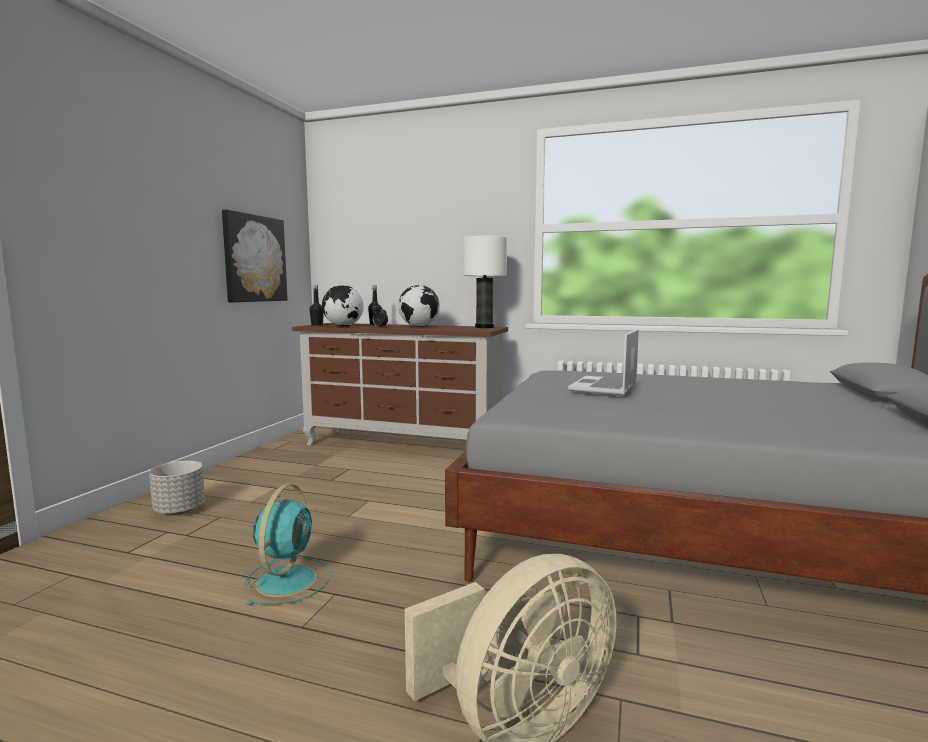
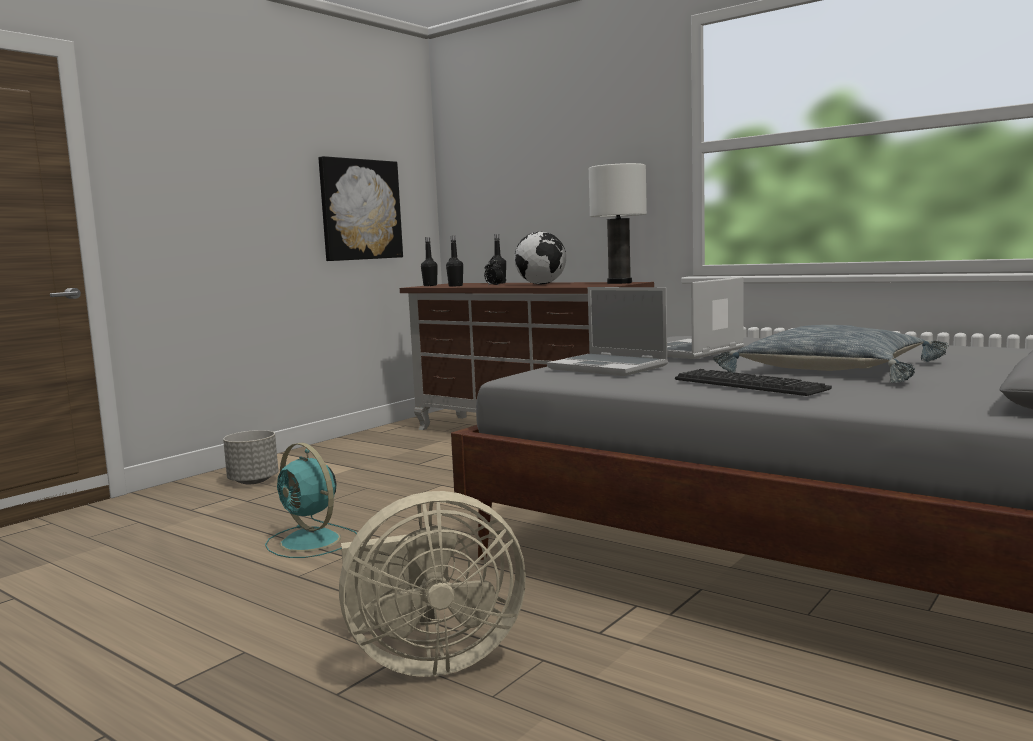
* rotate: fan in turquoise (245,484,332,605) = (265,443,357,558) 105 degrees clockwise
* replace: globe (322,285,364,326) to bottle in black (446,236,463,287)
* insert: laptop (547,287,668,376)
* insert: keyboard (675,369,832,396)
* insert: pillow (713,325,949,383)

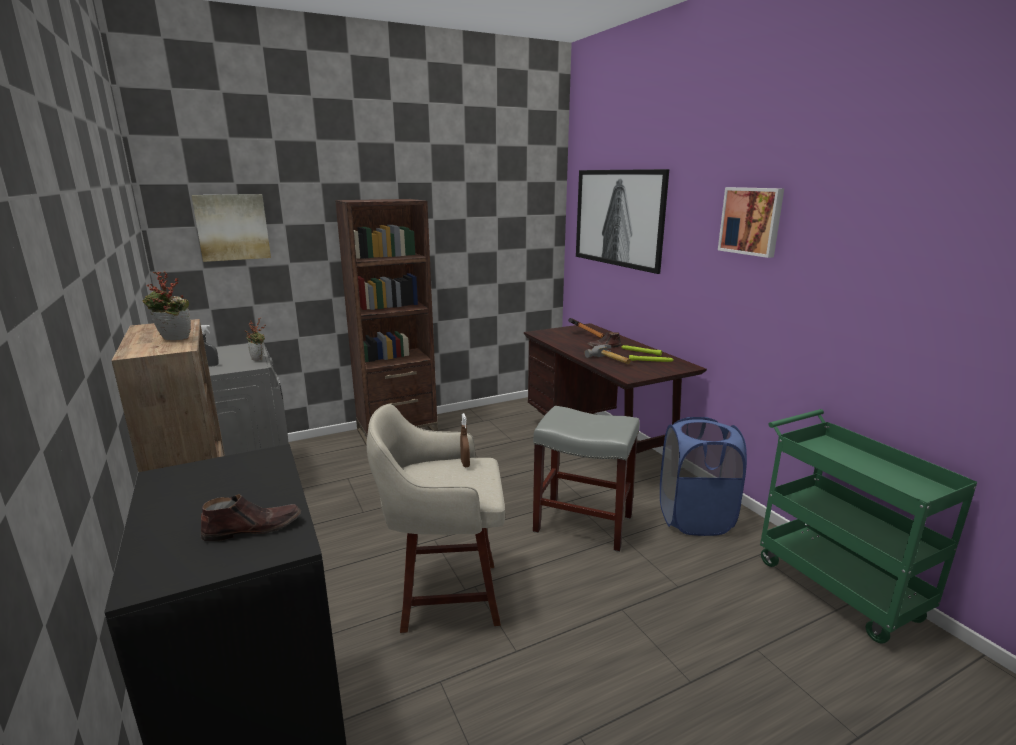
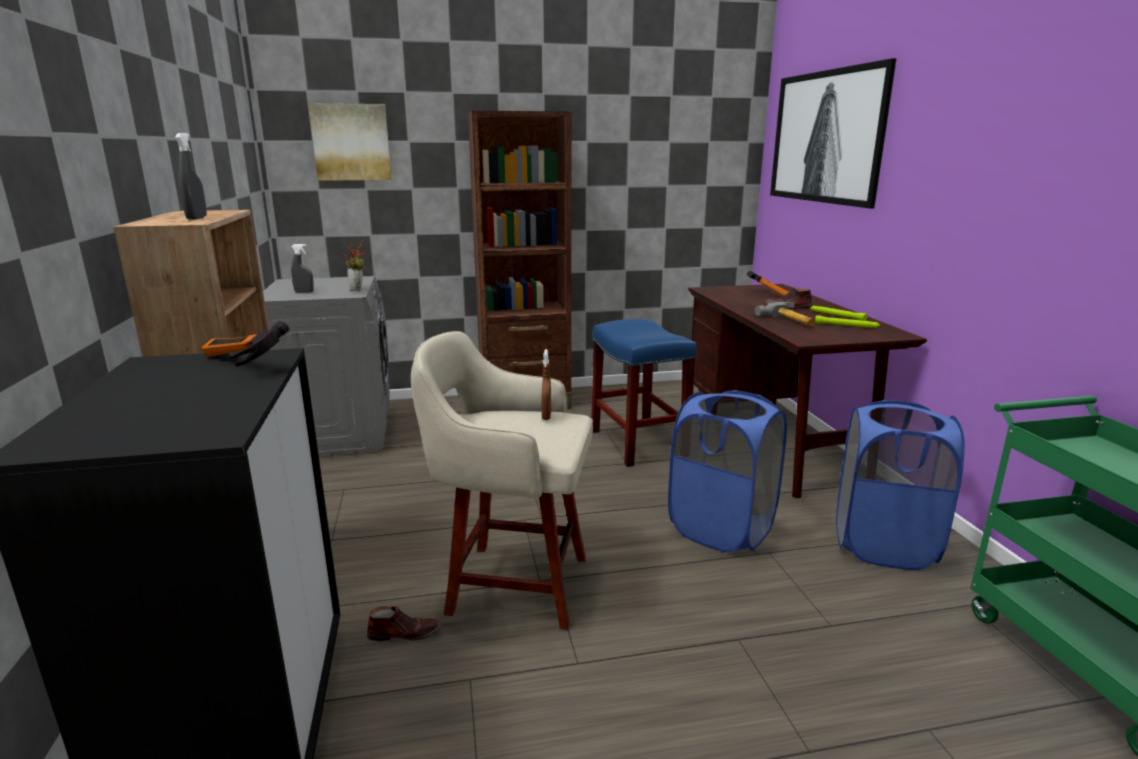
* replace: potted plant (143,271,191,340) to spray bottle in grey (175,133,207,220)
* insert: hammer (201,321,289,367)
* move: shoe in brown (201,494,301,541) to (367,606,442,641)
* insert: stool in blue (591,319,697,467)
* replace: stool in grey (533,406,640,552) to laundry basket in blue (668,390,787,553)
* delete: picture (718,187,784,258)

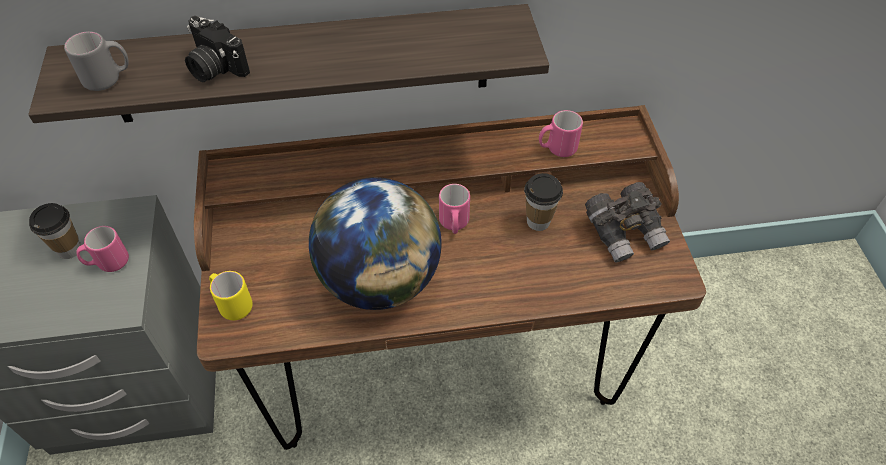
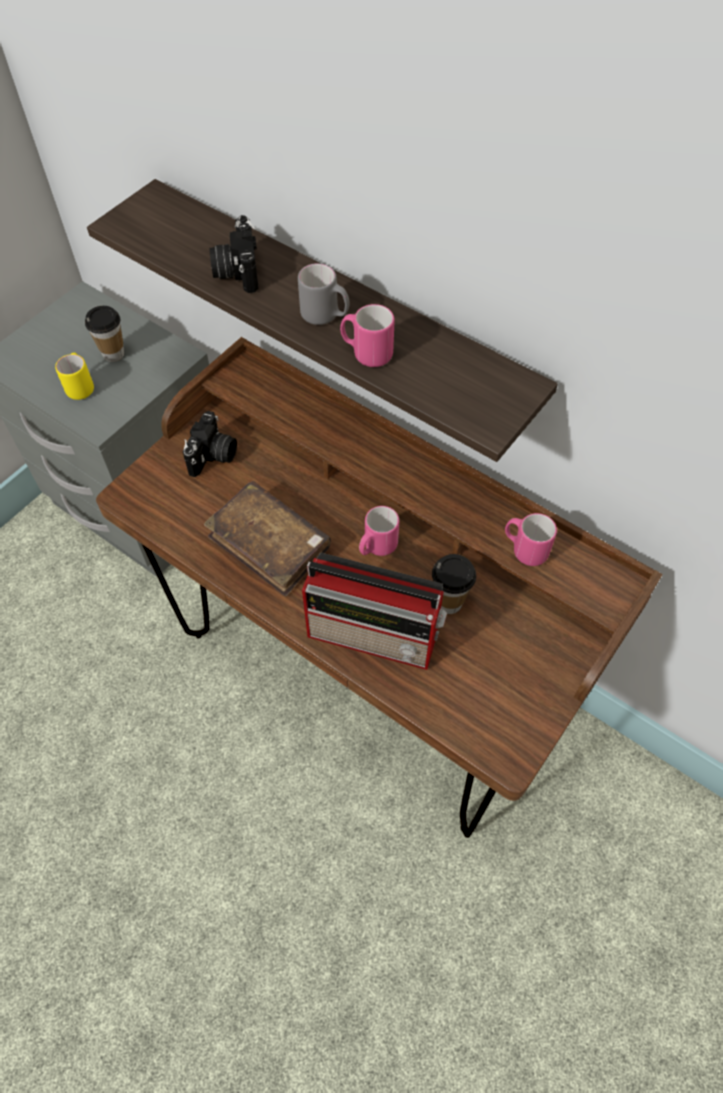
* move: mug in yellow (209,271,253,320) to (55,353,94,400)
* insert: photo camera (183,411,237,477)
* replace: globe (309,177,442,310) to book in brown (204,481,331,597)
* move: mug in grey (64,31,129,91) to (298,263,350,325)
* insert: radio (302,552,447,670)
* move: mug in pink (76,226,129,272) to (340,304,395,367)
* delete: binoculars in grey (585,182,670,263)

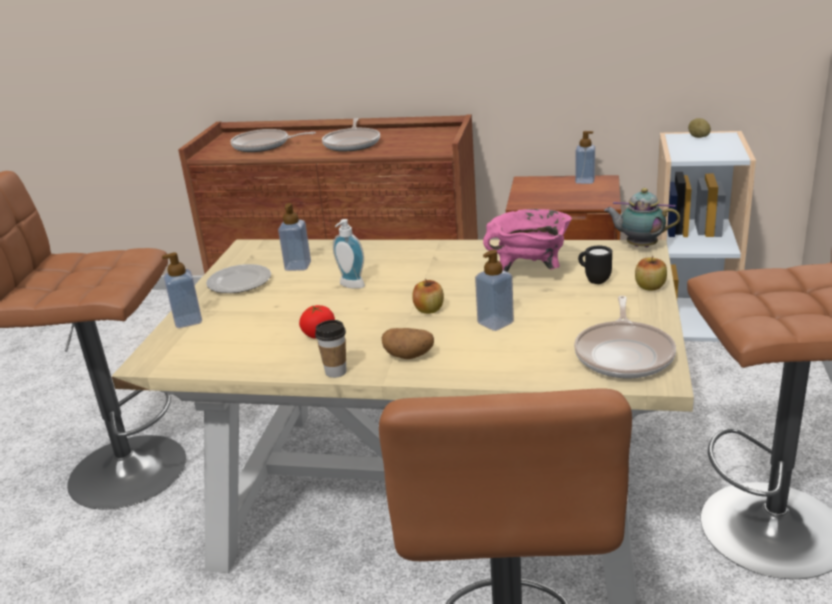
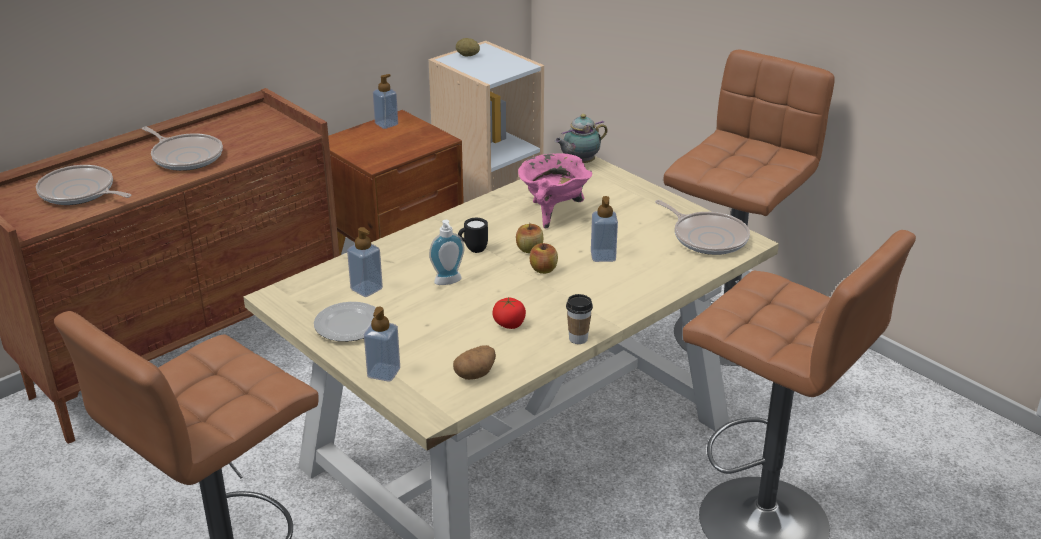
* rotate: frying pan (231,129,316,152) = (36,165,132,205) 75 degrees clockwise
* move: potato (382,328,434,359) to (453,345,496,380)
* move: mug in black (578,246,612,284) to (458,218,488,253)
* move: apple (635,256,667,291) to (516,223,543,253)

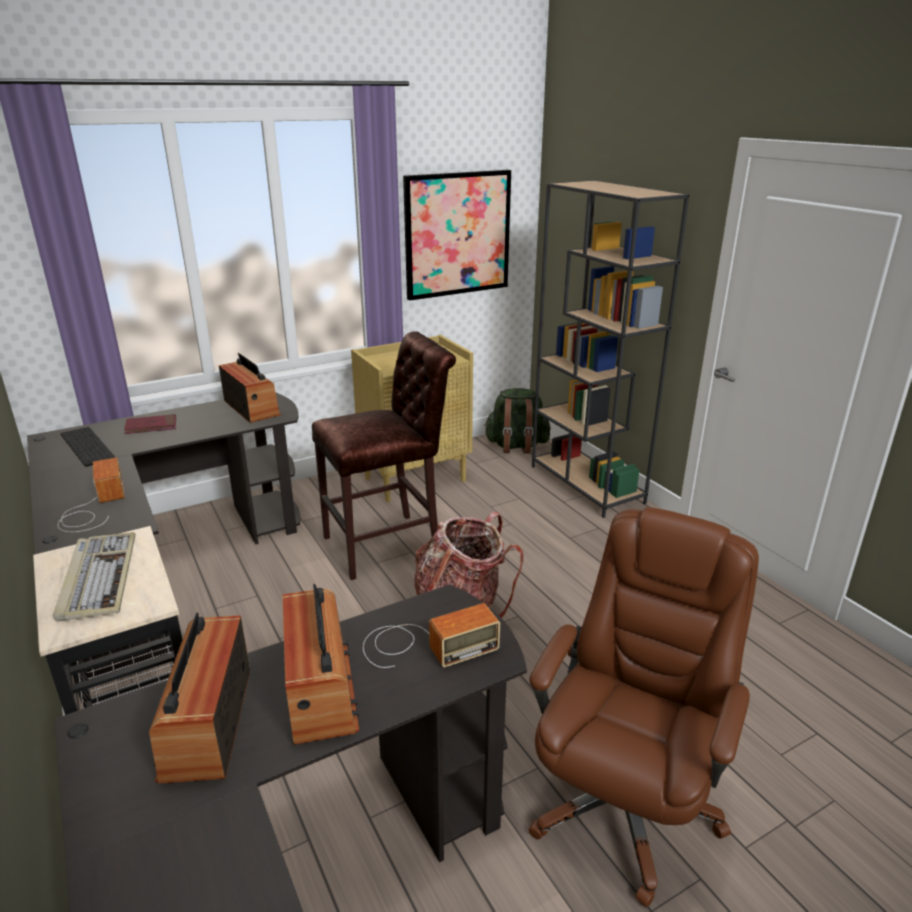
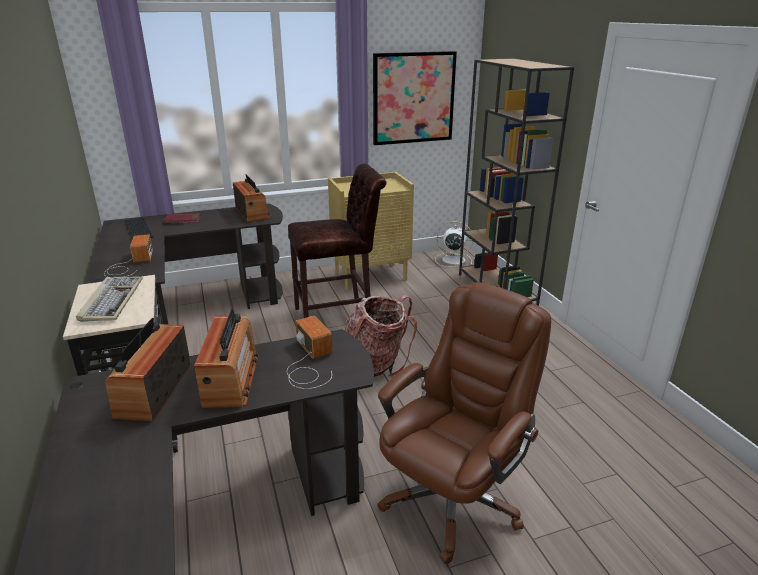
* rotate: radio (363,603,500,668) = (287,315,333,389) 105 degrees counterclockwise
* replace: backpack in green (484,388,551,453) to fan in white (435,221,473,267)

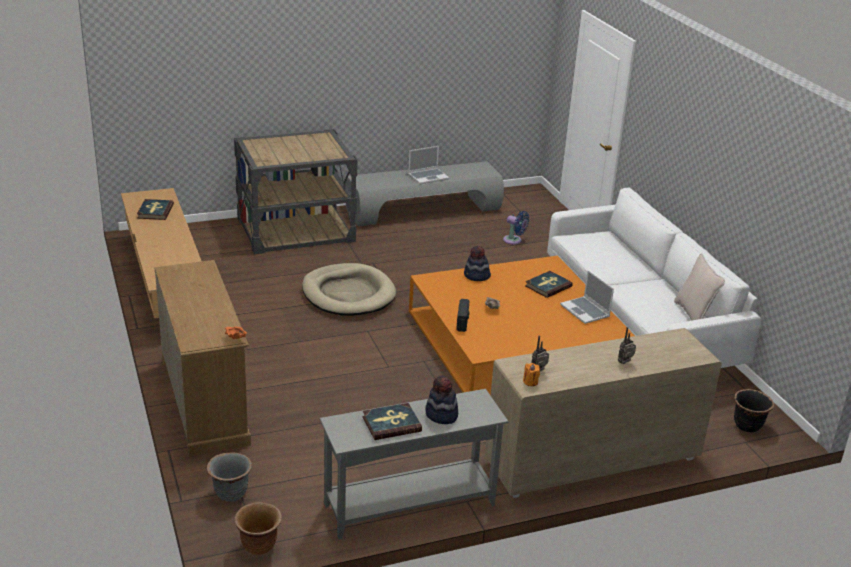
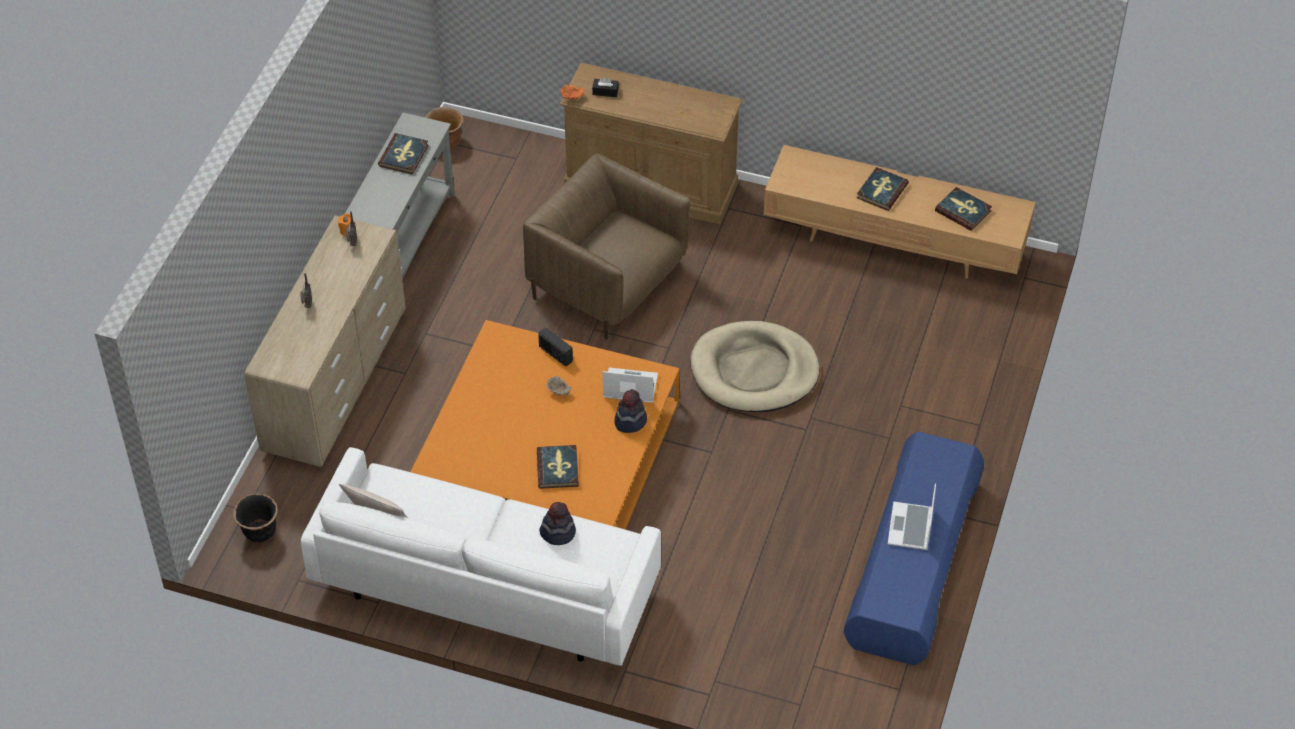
* insert: armchair in brown (523,153,691,340)
* move: hat (425,375,458,424) to (539,502,576,545)
* insert: tissue box in black (592,77,619,97)
* move: laptop (560,270,614,324) to (603,367,658,403)
* recolor: bench in grey (345,161,504,226) to bench in blue (844,432,984,665)
* insert: book (857,167,909,211)
* delete: planter in grey (207,453,252,502)
* delete: bookcase (234,129,358,254)
* delete: fan in blue (503,211,529,245)

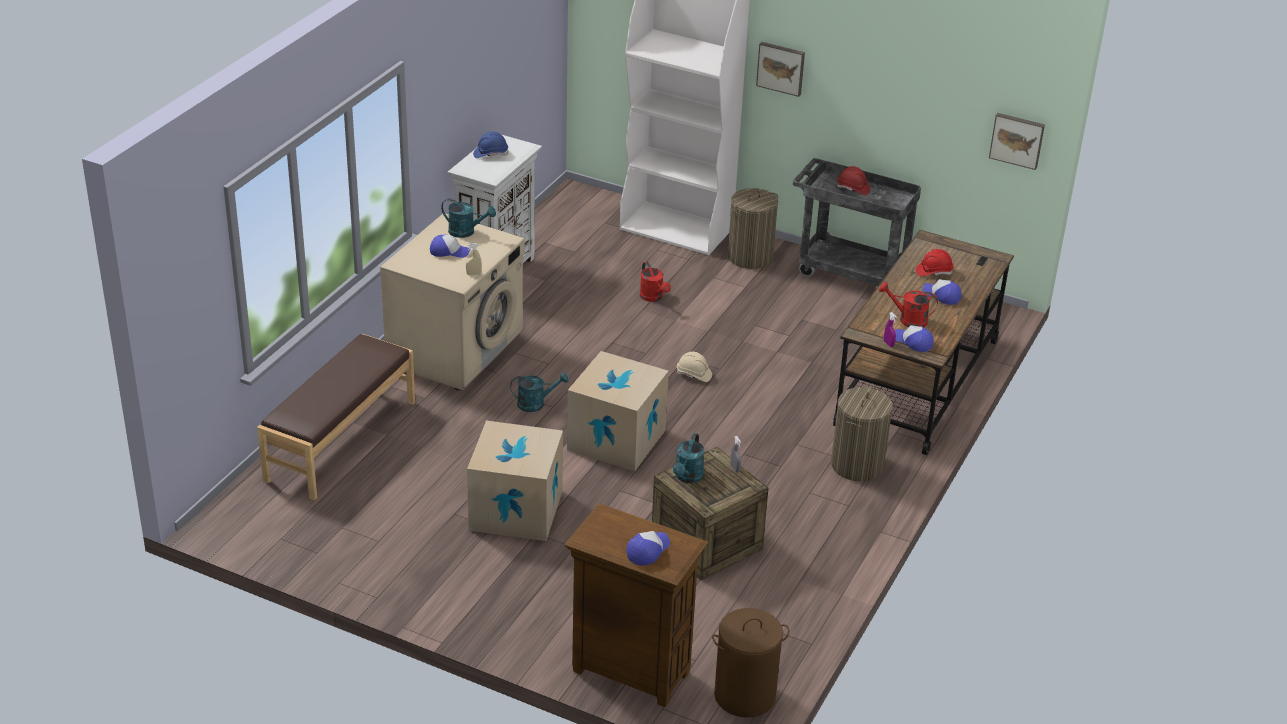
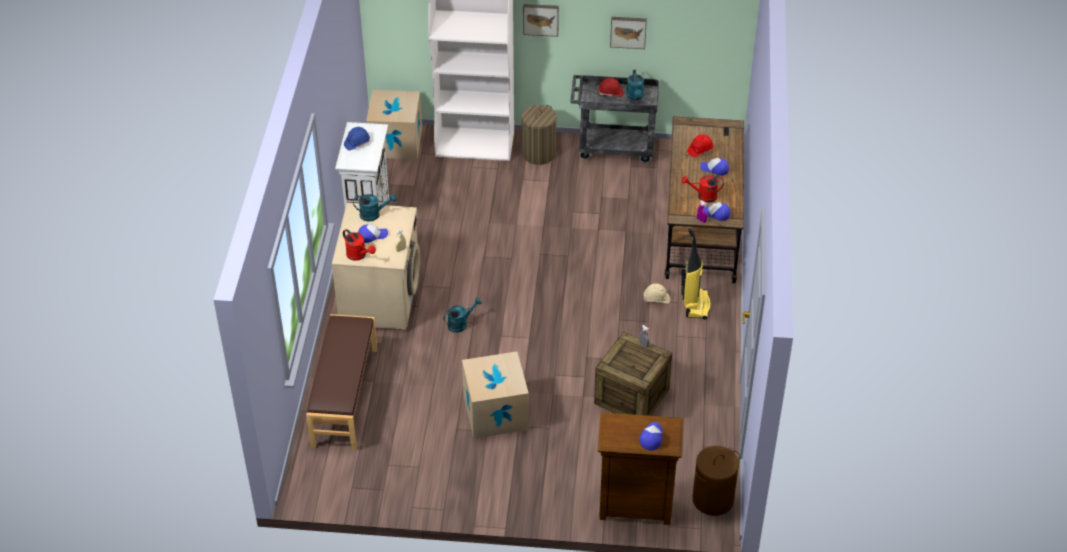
* move: watering can in red (640,262,671,302) to (343,229,376,261)
* move: cardboard box (567,351,669,471) to (366,90,422,159)
* move: picture (989,113,1045,170) to (610,17,647,49)
* move: watering can in turquoise (673,433,705,483) to (627,70,644,100)
* move: hard hat in beige (677,352,712,382) to (643,283,670,303)
* replace: laundry basket (831,387,893,481) to vacuum cleaner (681,228,711,320)

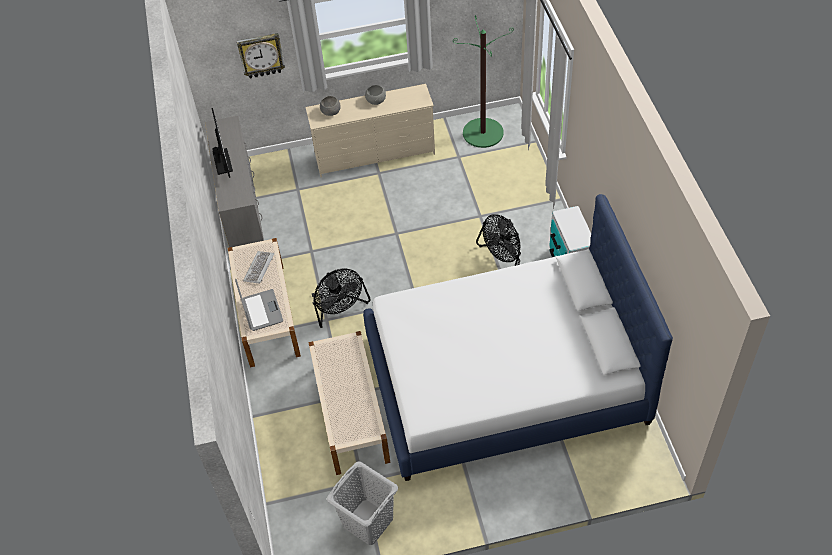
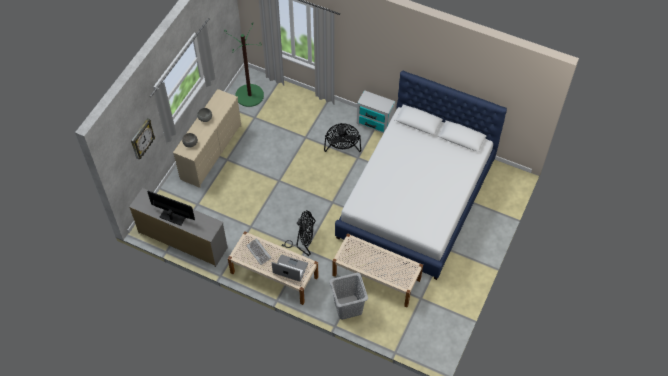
* move: laundry basket in grey (327,462,398,545) to (329,273,368,320)

